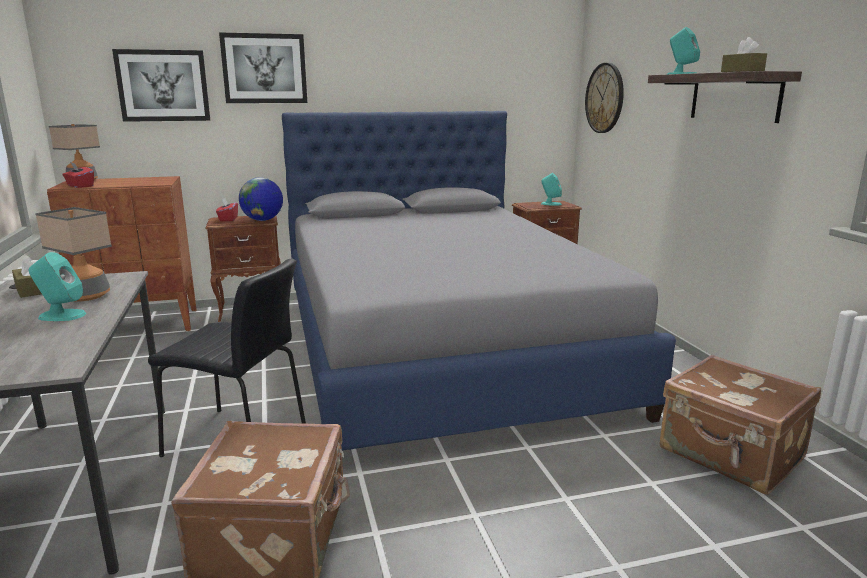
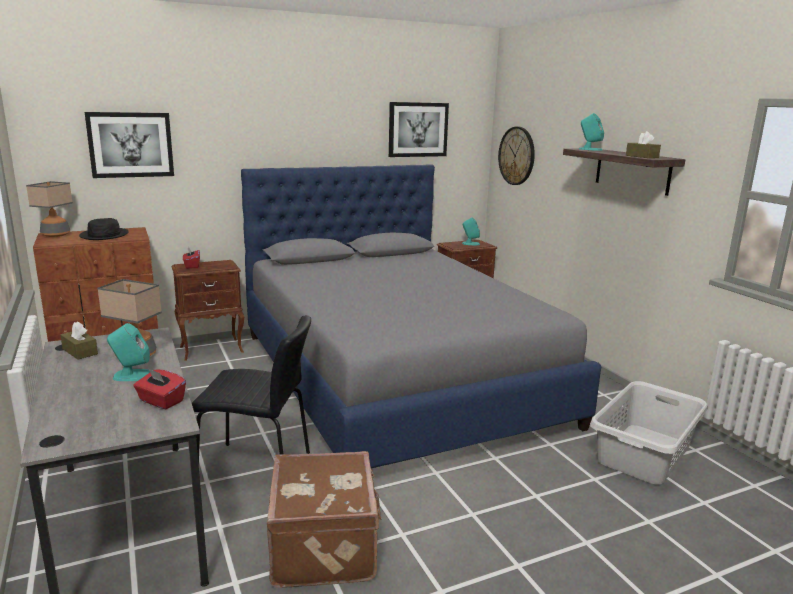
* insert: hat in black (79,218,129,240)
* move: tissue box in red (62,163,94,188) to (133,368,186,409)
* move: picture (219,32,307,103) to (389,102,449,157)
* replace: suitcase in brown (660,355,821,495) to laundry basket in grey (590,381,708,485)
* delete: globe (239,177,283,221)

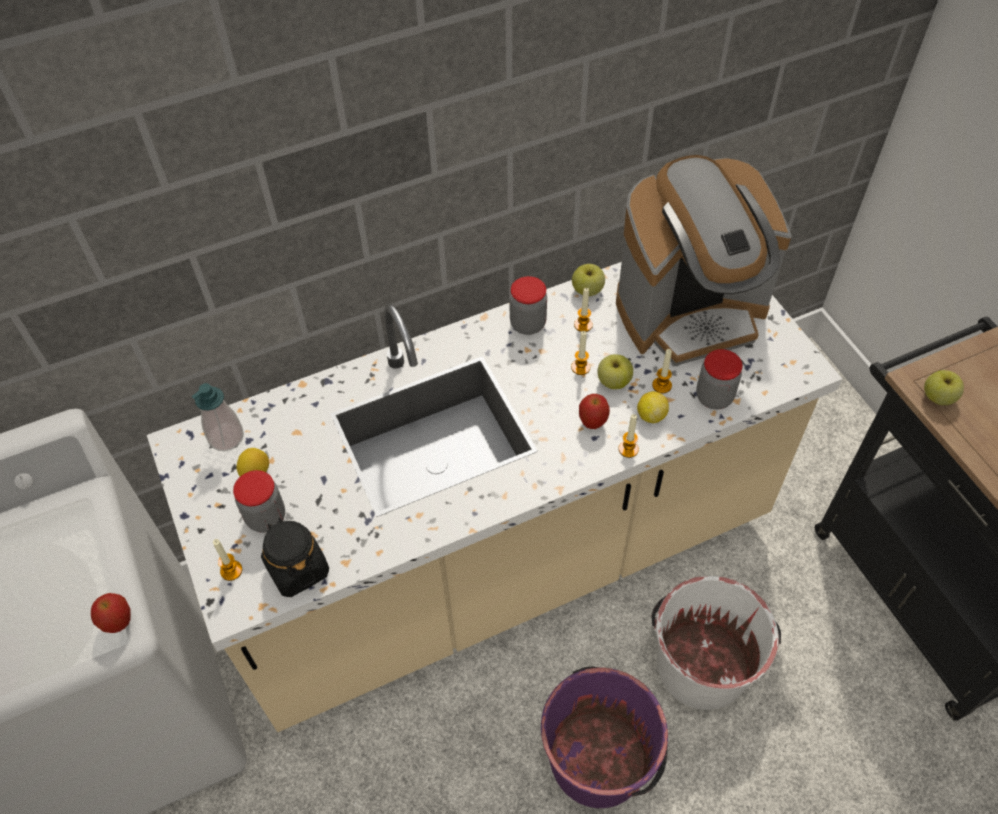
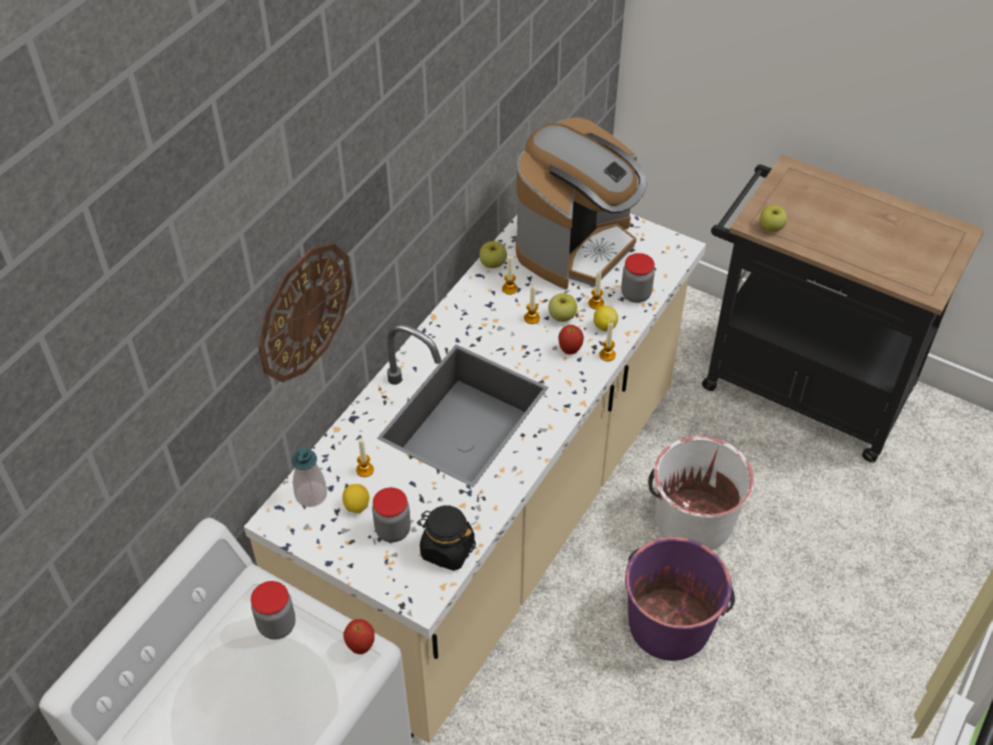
* move: jar (509,276,547,335) to (251,581,296,640)
* insert: wall clock (258,243,352,383)
* move: candle (213,539,242,581) to (356,438,374,477)

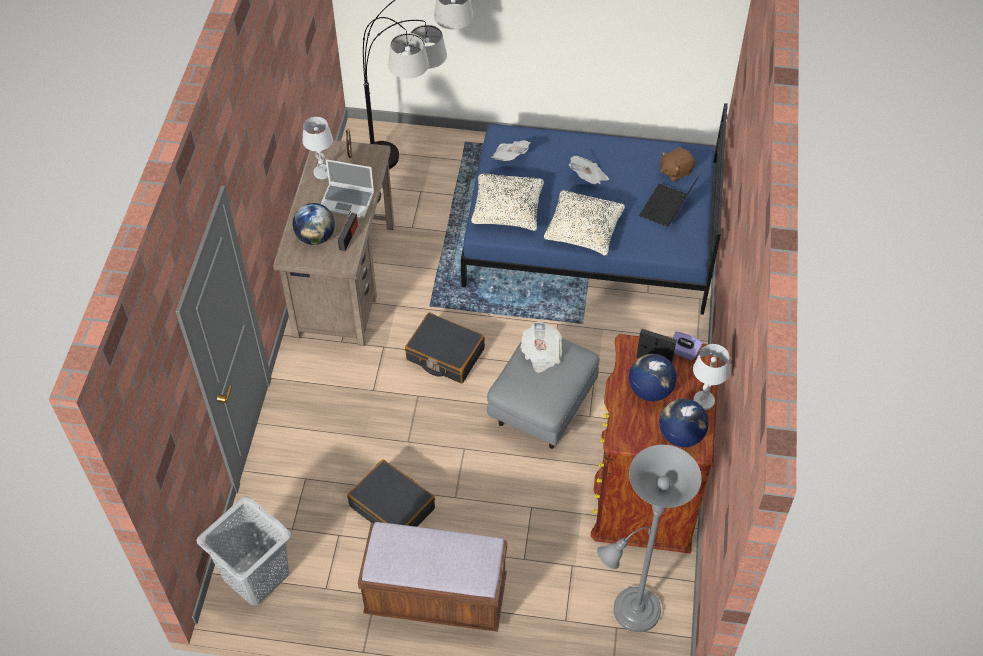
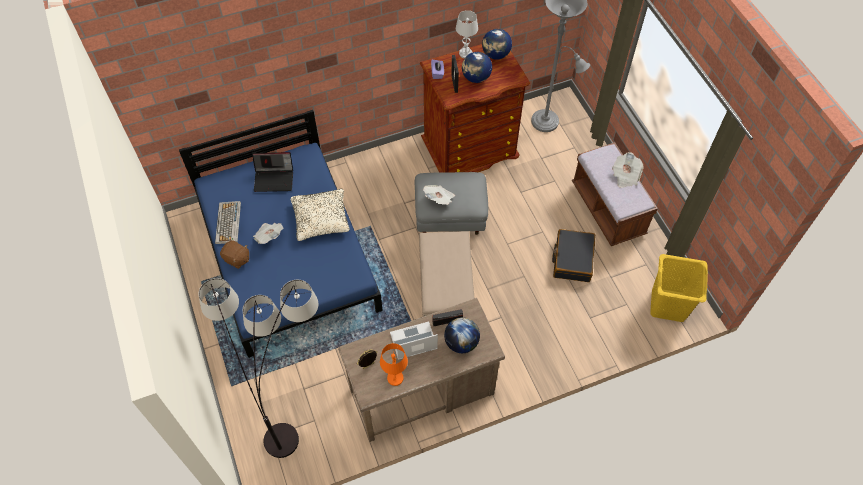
* insert: keyboard (215,201,241,244)
* move: plush toy in brown (660,147,695,182) to (220,240,249,269)
* recolor: table lamp in white (302,117,333,179) to table lamp in orange (380,343,408,386)
* rotate: laptop (321,159,374,218) = (390,322,438,360) 90 degrees counterclockwise
* replace: suitcase in black (405,313,485,384) to ottoman in beige (419,231,474,317)
* move: newspaper (491,140,531,161) to (612,152,644,188)
* recolor: laundry basket in grey (196,496,291,606) to laundry basket in yellow (650,254,708,322)
* delete: pillow in beige (471,173,544,231)

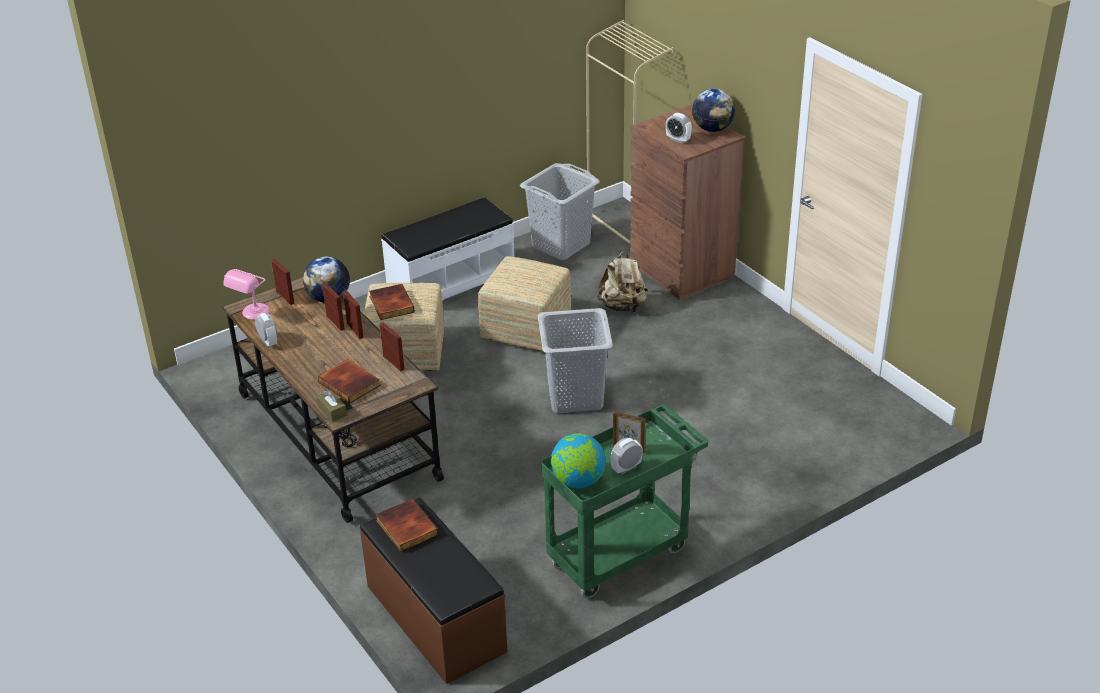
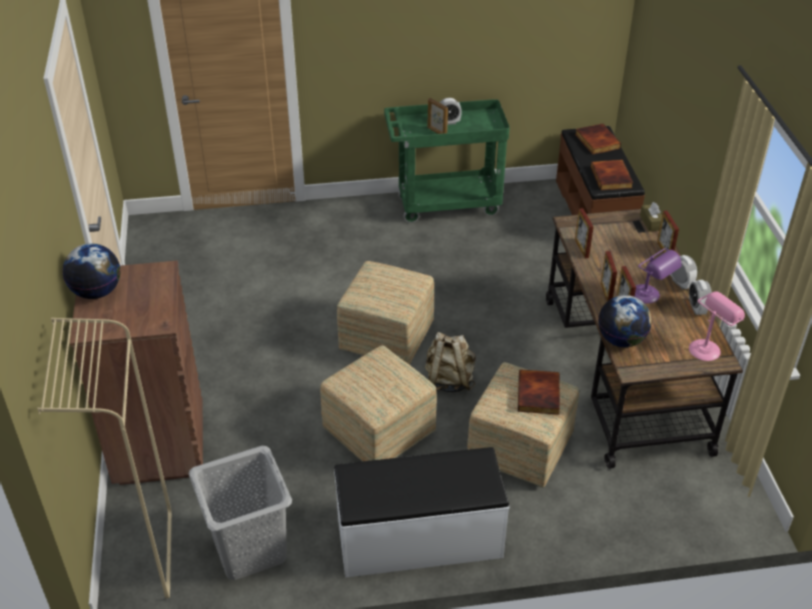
* replace: laundry basket in grey (538,308,613,413) to ottoman (337,261,434,365)
* move: backpack in beige (597,251,648,313) to (425,332,476,392)
* move: book (318,359,380,404) to (575,124,621,155)
* insert: table lamp in purple (635,248,682,304)
* move: picture frame (271,259,294,305) to (657,211,679,253)
* move: alarm clock (666,113,692,143) to (670,255,697,290)
* delete: globe (551,433,606,488)

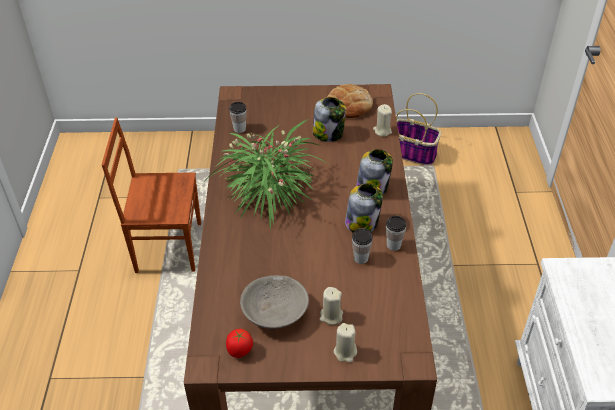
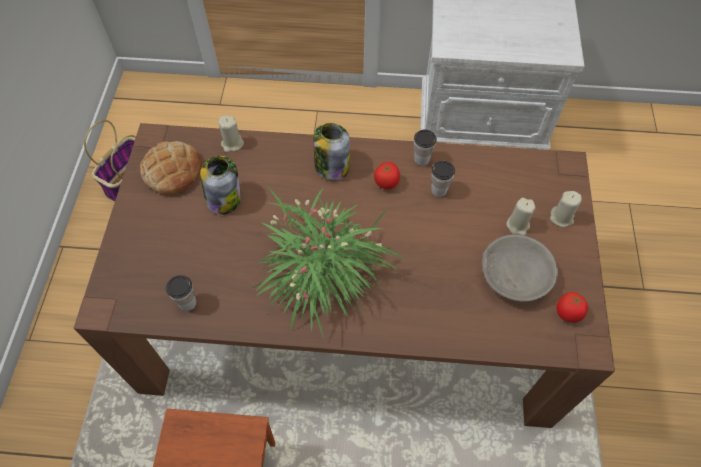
* replace: jar (345,183,383,233) to tomato (374,162,400,189)

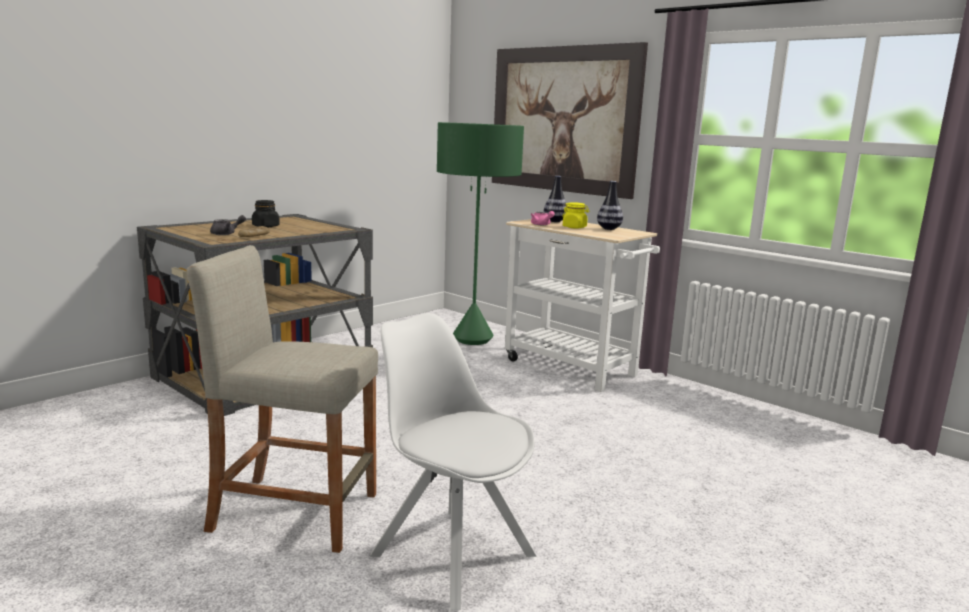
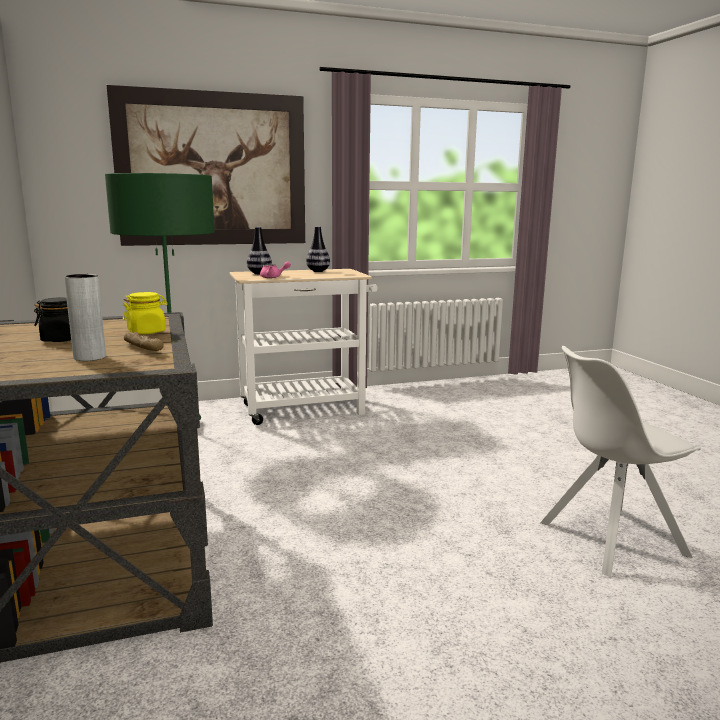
* replace: teapot in grey (210,215,246,235) to vase in grey (64,274,106,361)
* move: jar in yellow (562,202,589,229) to (123,292,168,334)
* delete: stool in beige (186,245,378,553)

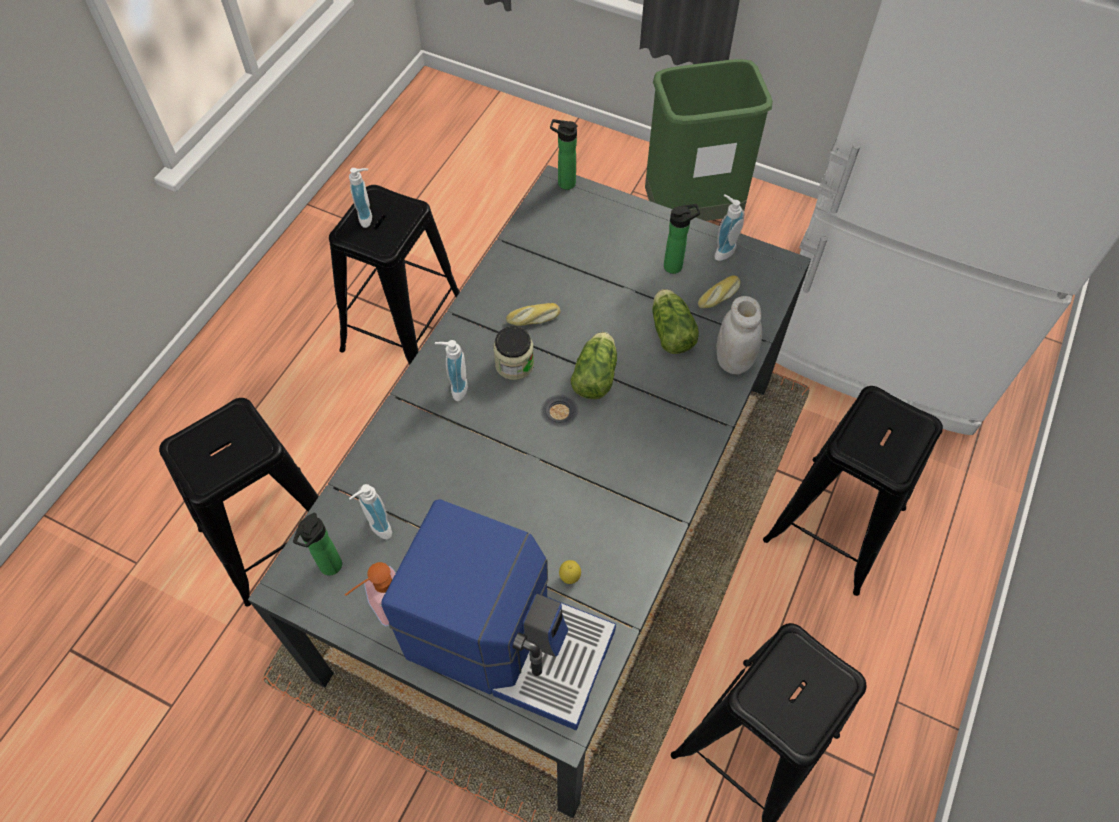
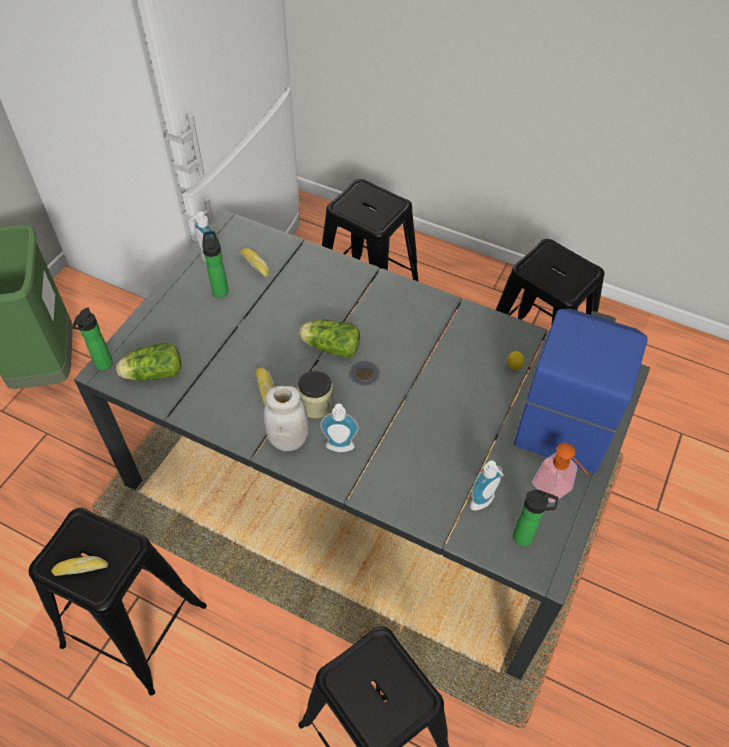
* replace: soap dispenser (349,168,372,228) to bread (51,556,108,576)
* move: lettuce (652,289,699,354) to (116,343,181,381)
* move: jar in white (717,296,762,375) to (263,386,309,451)

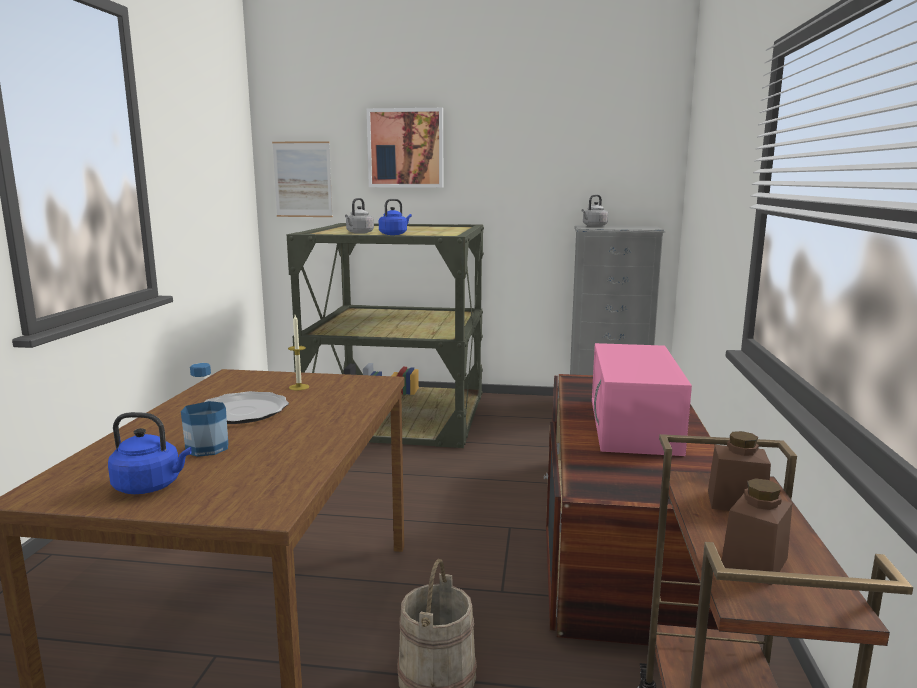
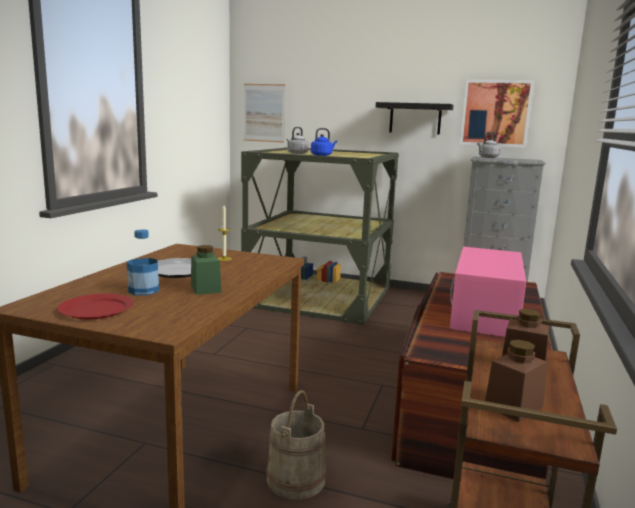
* replace: kettle in blue (108,412,192,494) to plate in red (57,294,134,319)
* insert: jar in green (191,245,221,295)
* insert: shelf in black (376,102,453,135)
* move: picture (367,108,443,188) to (460,80,534,148)

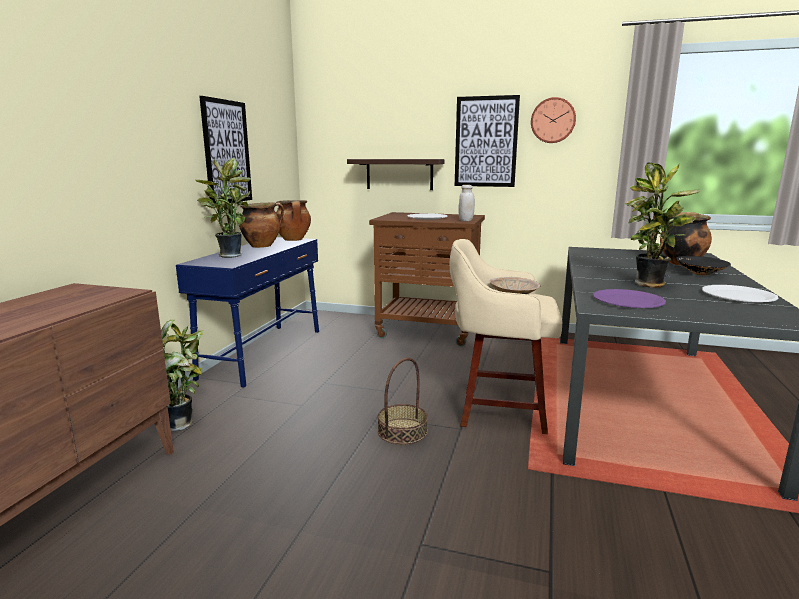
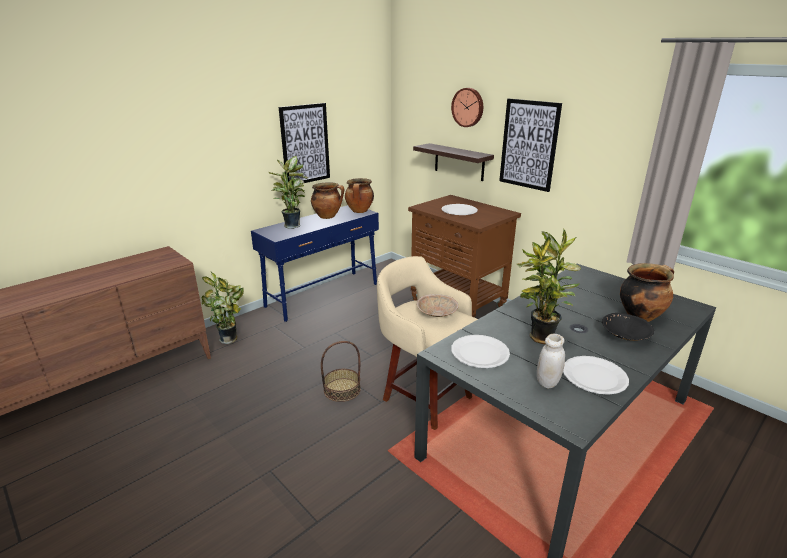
* move: wall clock (531,97,576,143) to (451,88,483,127)
* recolor: plate in purple (593,289,666,308) to plate in white (451,335,510,368)
* move: jar in white (458,185,475,221) to (537,334,565,388)

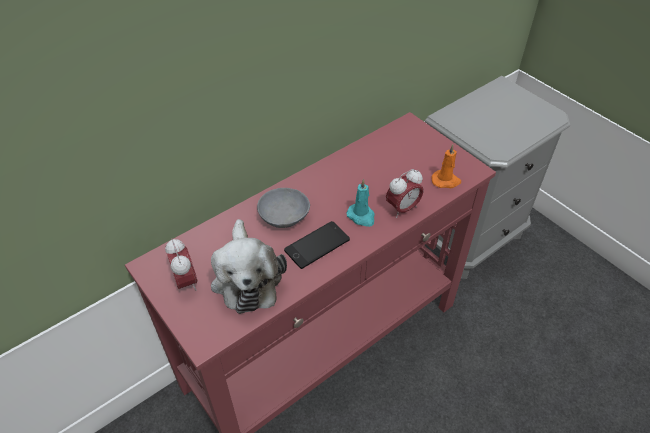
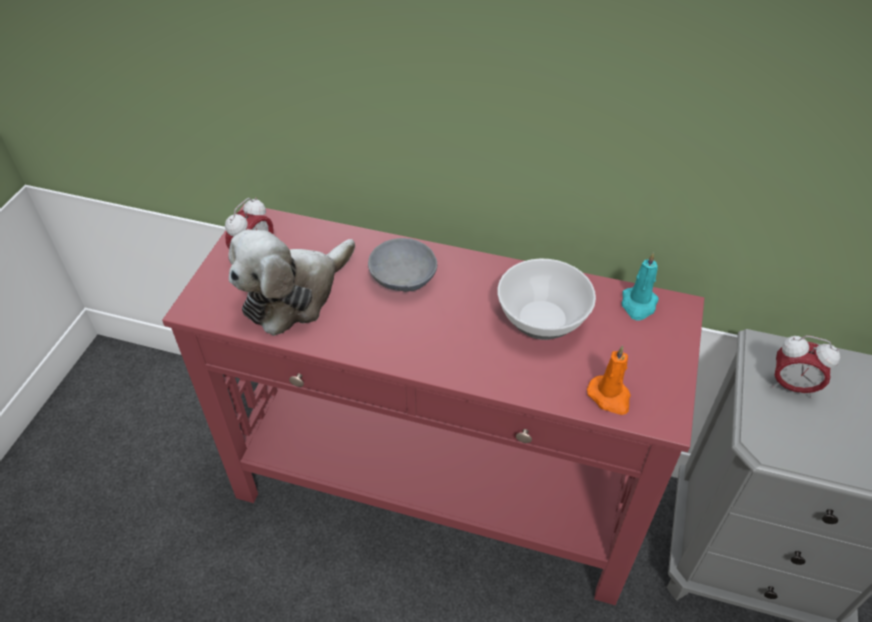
* insert: bowl (497,259,596,340)
* move: candle in turquoise (346,179,375,227) to (622,252,659,321)
* move: alarm clock (386,169,424,218) to (772,336,840,398)
* delete: phone (284,221,350,269)

